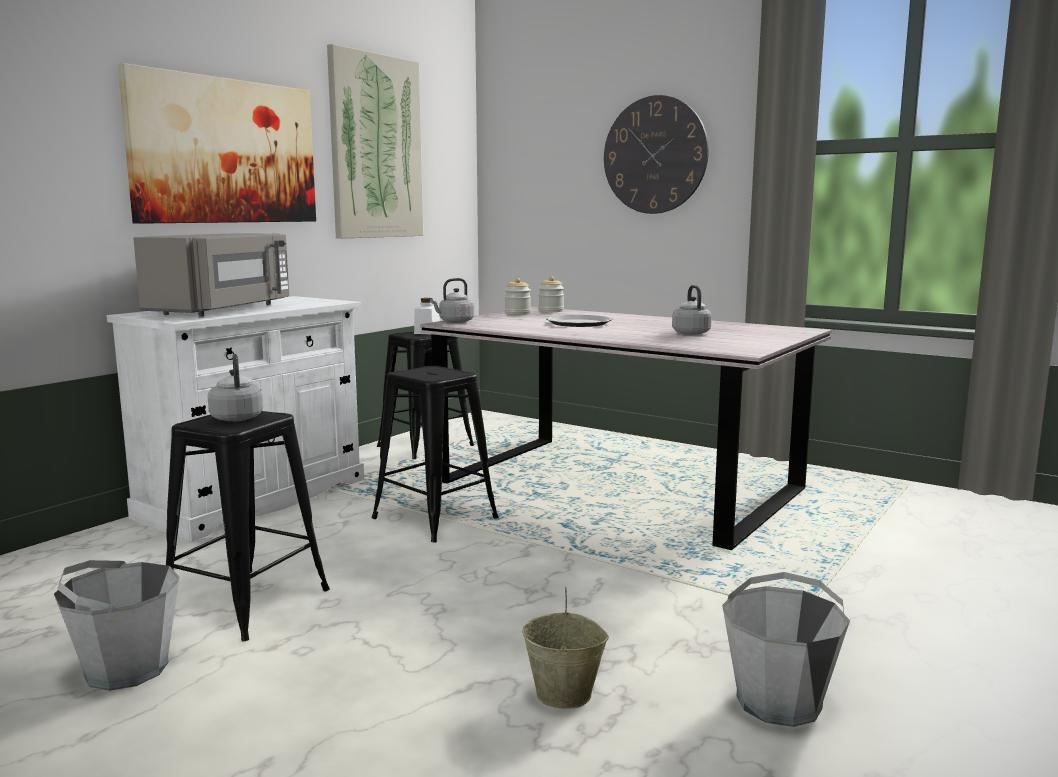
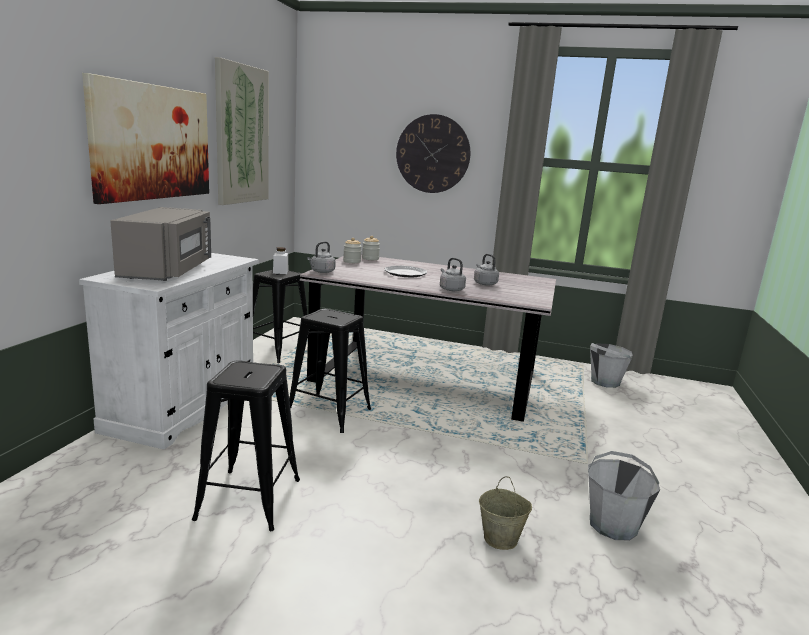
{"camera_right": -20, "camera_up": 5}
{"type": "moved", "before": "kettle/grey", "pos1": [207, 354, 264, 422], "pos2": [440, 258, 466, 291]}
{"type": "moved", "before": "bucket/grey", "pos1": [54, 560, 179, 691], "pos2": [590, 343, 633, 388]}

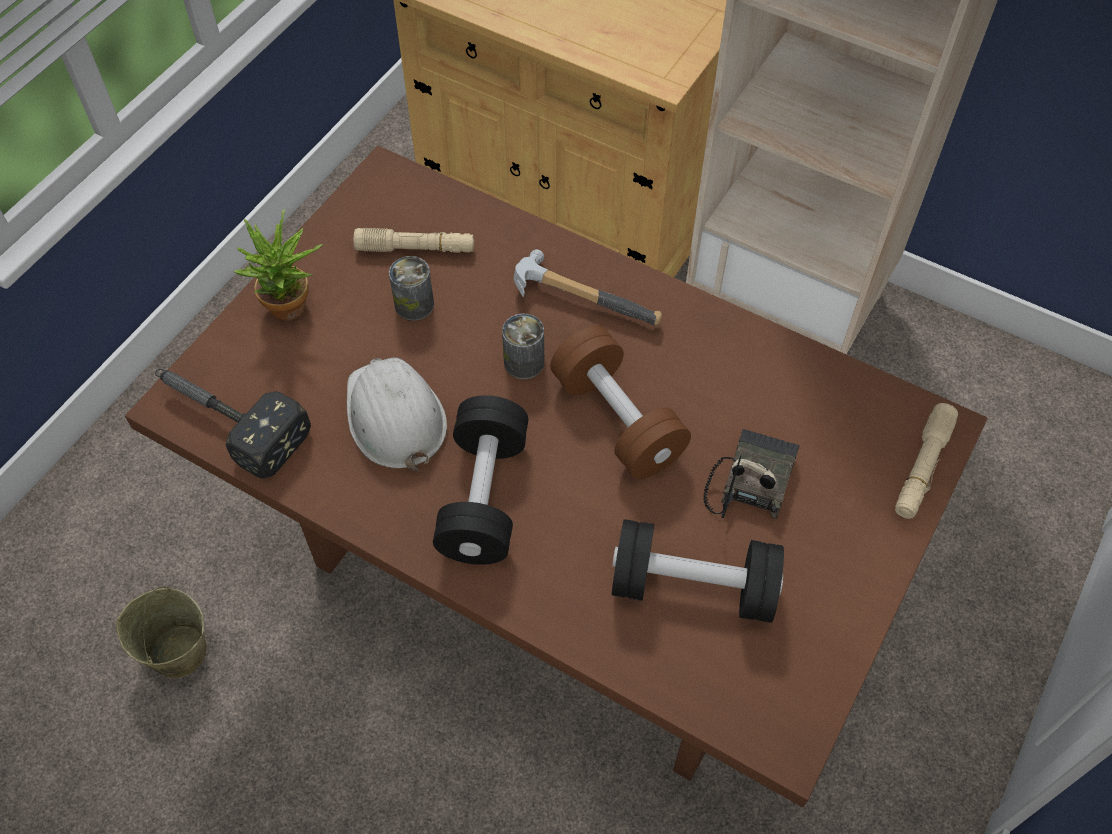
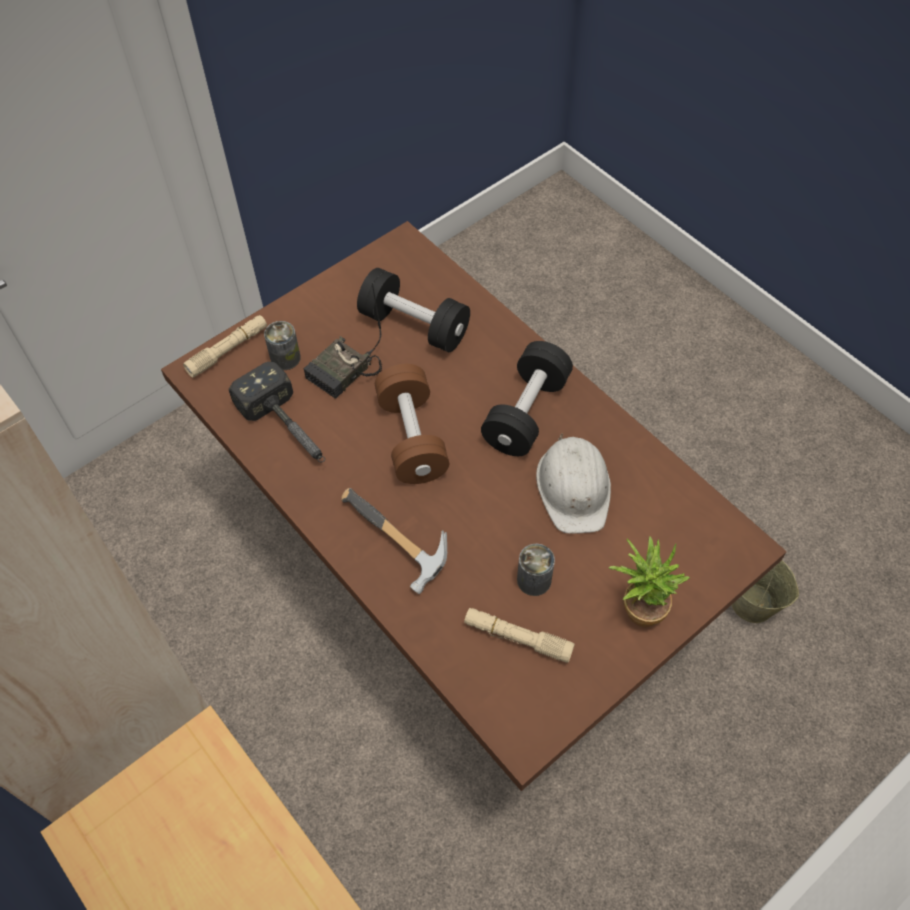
{"camera_right": -160, "camera_up": 0}
{"type": "moved", "before": "can", "pos1": [502, 314, 544, 379], "pos2": [264, 321, 301, 370]}
{"type": "moved", "before": "hammer", "pos1": [155, 369, 311, 478], "pos2": [229, 362, 325, 463]}

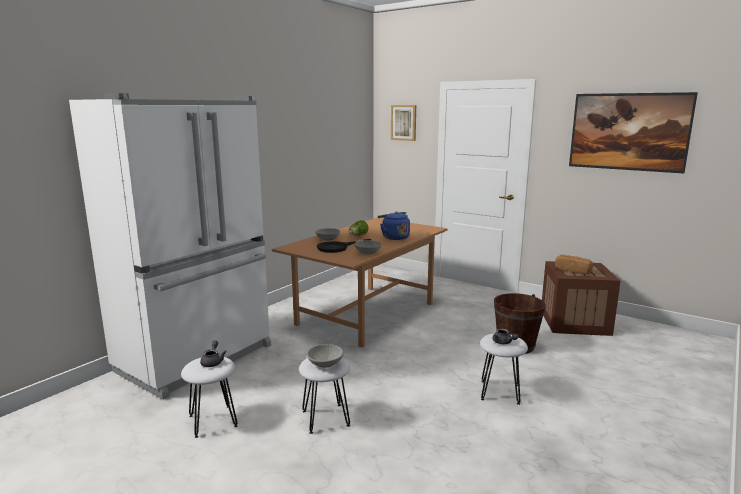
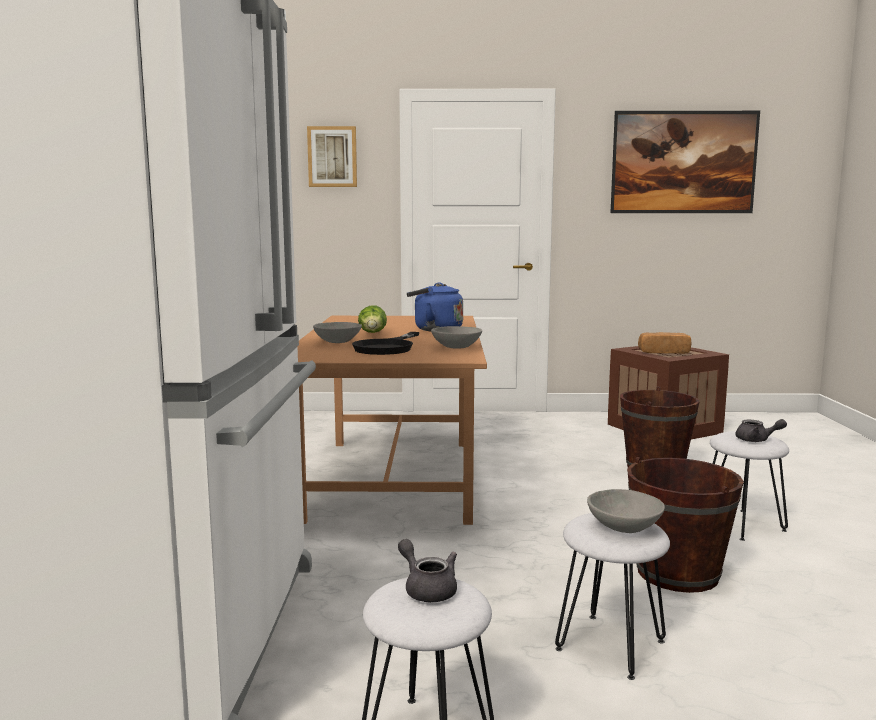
{"camera_right": -35, "camera_up": -5}
{"type": "added", "after": "bucket/brown", "pos2": [627, 457, 744, 593]}

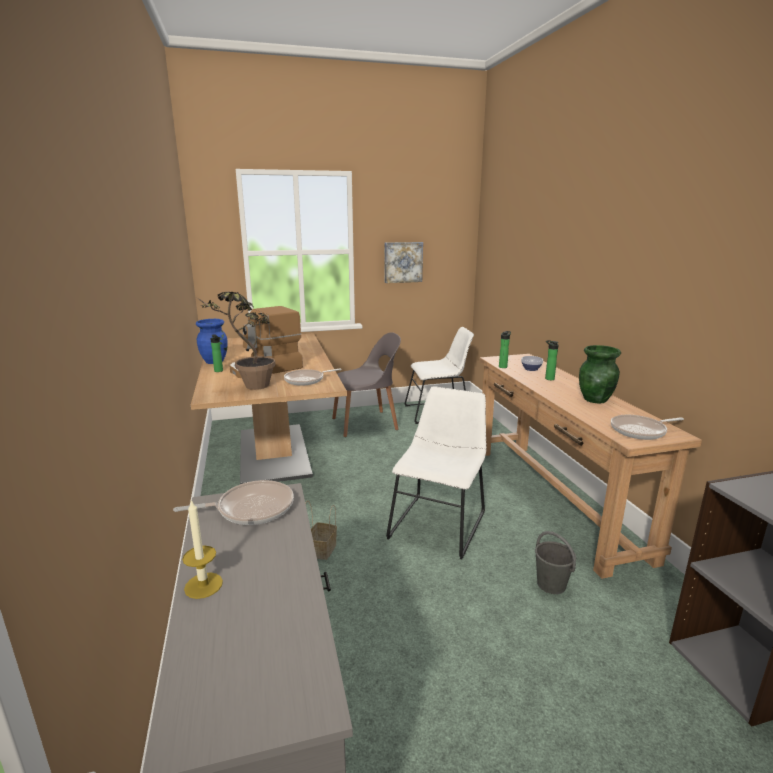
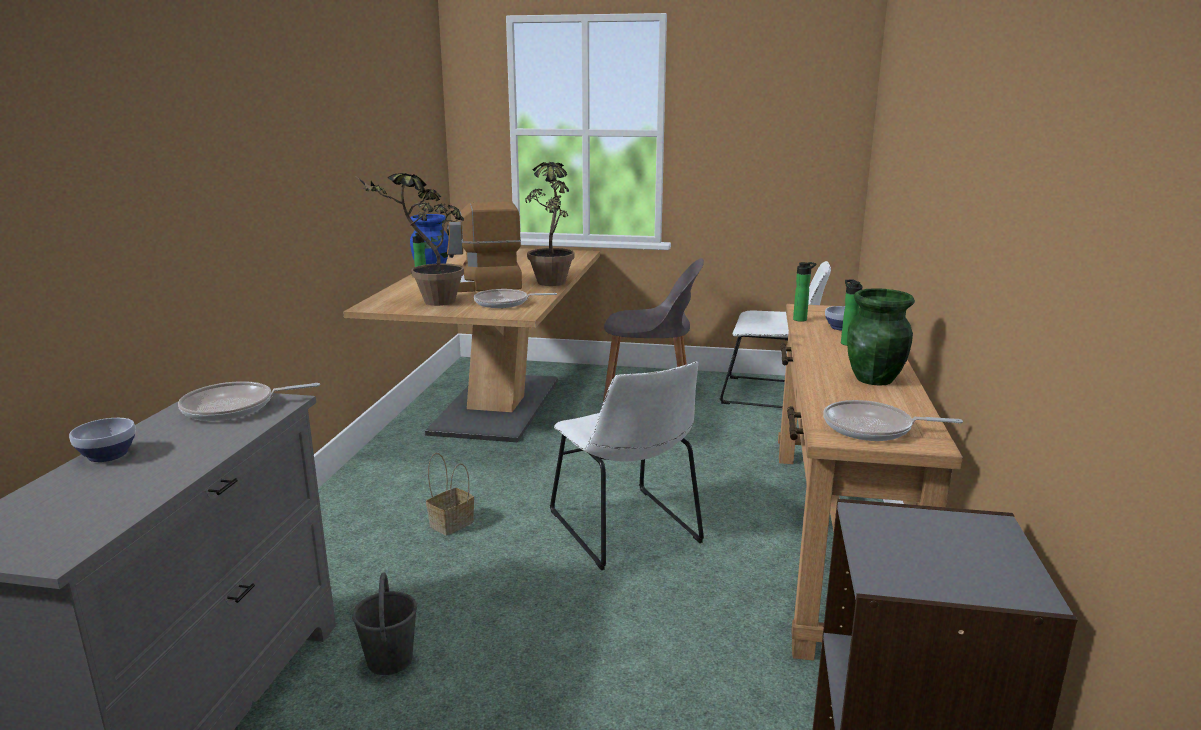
{"camera_right": 25, "camera_up": 0}
{"type": "removed", "before": "picture", "pos1": [384, 242, 423, 283]}
{"type": "turned", "before": "chair/white", "pos1": [386, 386, 487, 559], "pos2": [550, 362, 704, 570], "turn": 105}
{"type": "turned", "before": "frying pan", "pos1": [173, 480, 294, 525], "pos2": [178, 381, 320, 421], "turn": 150}
{"type": "replaced", "before": "candle", "after": "bowl", "pos1": [182, 500, 223, 599], "pos2": [69, 418, 136, 462]}
{"type": "moved", "before": "bucket/grey", "pos1": [535, 531, 576, 594], "pos2": [352, 573, 417, 675]}
{"type": "added", "after": "potted plant", "pos2": [525, 162, 575, 286]}

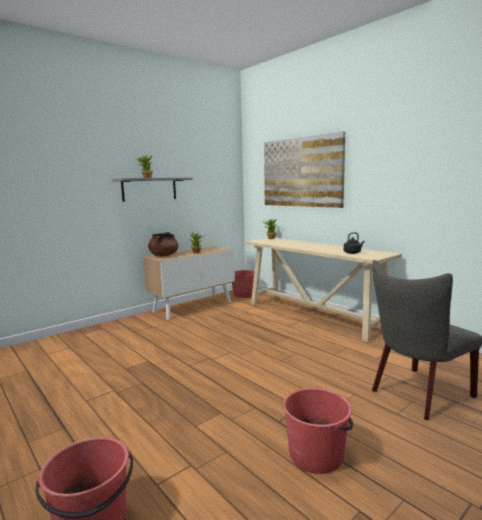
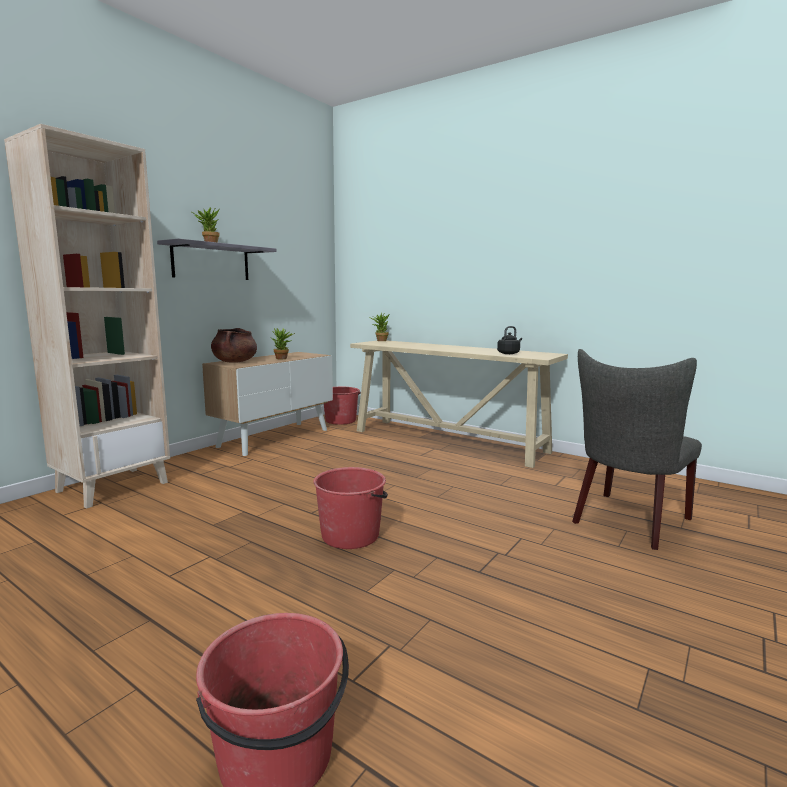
{"camera_right": -15, "camera_up": 0}
{"type": "removed", "before": "picture", "pos1": [264, 131, 345, 208]}
{"type": "moved", "before": "bucket/red", "pos1": [283, 388, 353, 474], "pos2": [313, 467, 388, 549]}
{"type": "added", "after": "bookcase/beige", "pos2": [4, 124, 170, 509]}

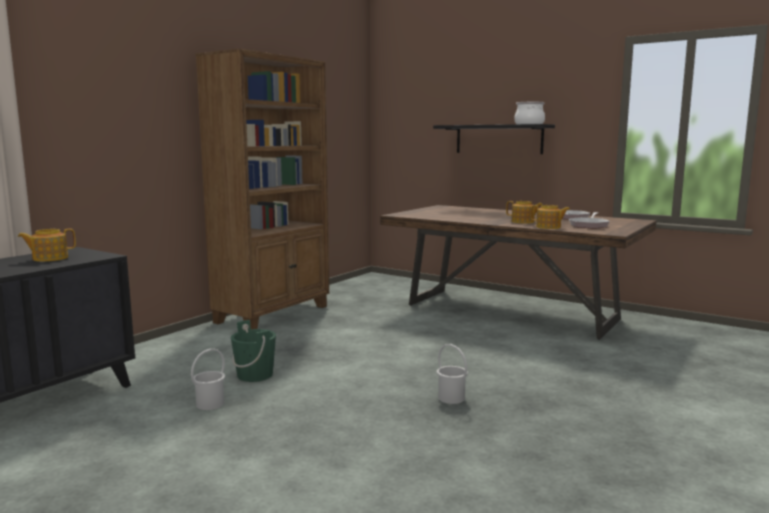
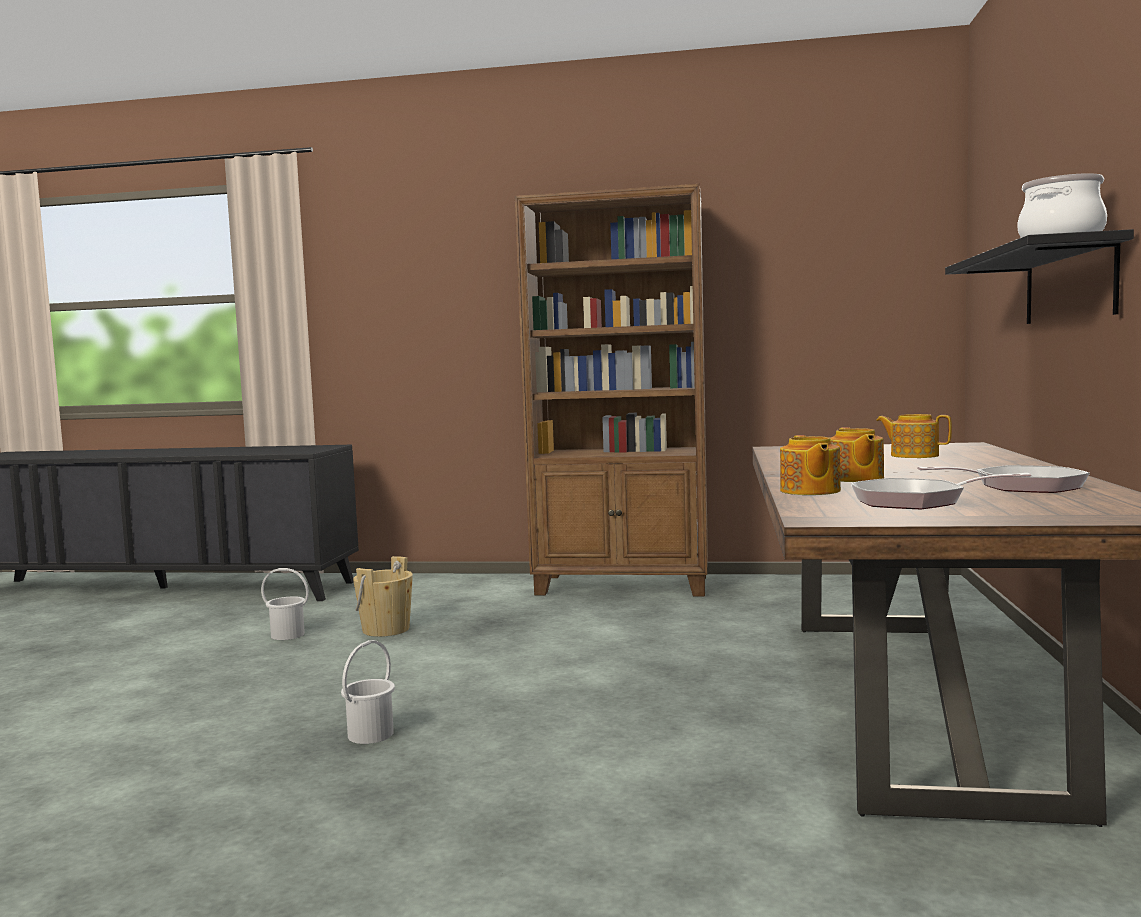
{"camera_right": 65, "camera_up": -5}
{"type": "moved", "before": "teapot", "pos1": [18, 228, 76, 262], "pos2": [876, 414, 952, 458]}
{"type": "recoloured", "before": "bucket/green", "after": "bucket/beige", "pos1": [231, 320, 276, 382], "pos2": [353, 556, 413, 637]}

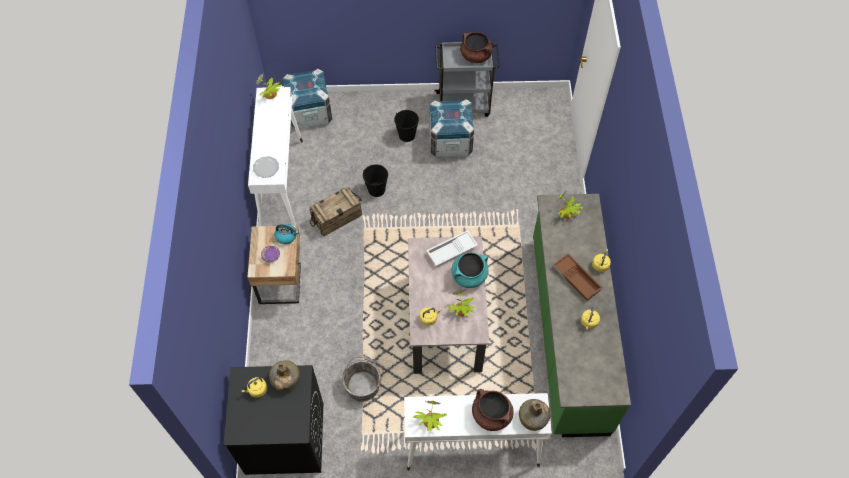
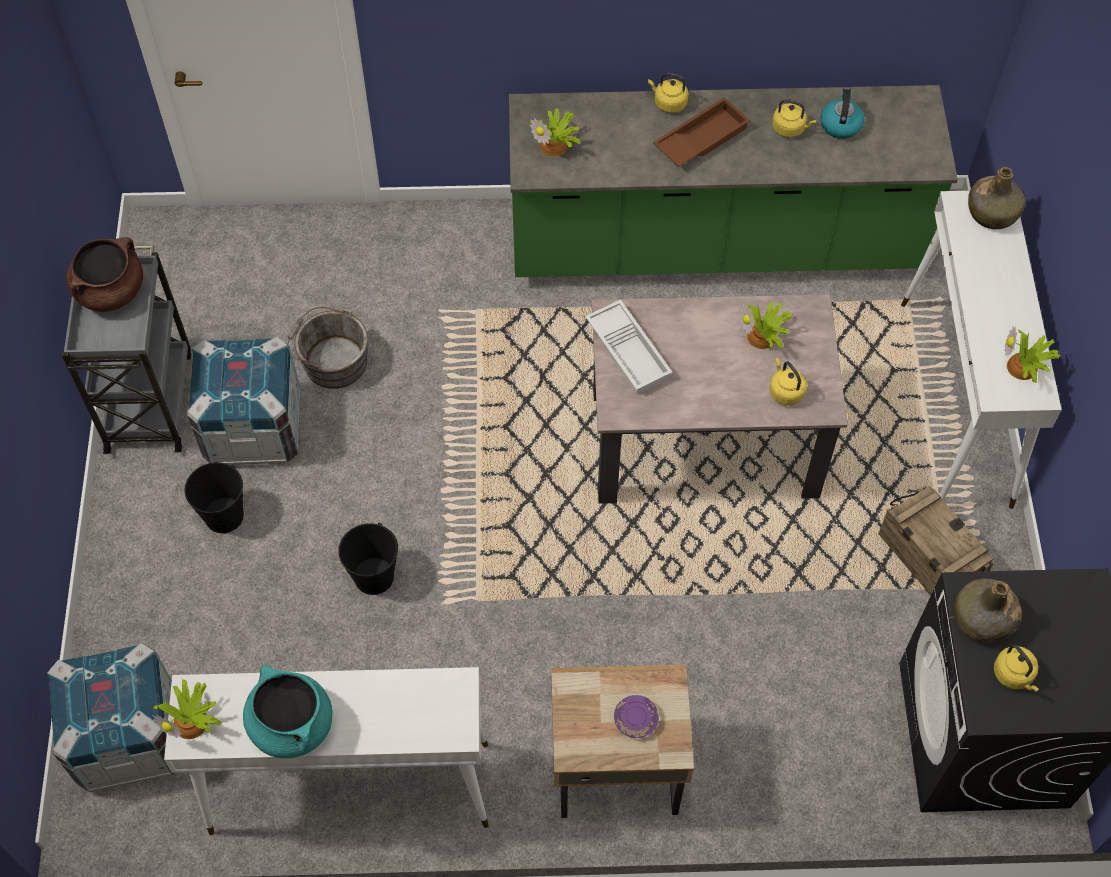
{"camera_right": -90, "camera_up": 0}
{"type": "removed", "before": "plate", "pos1": [253, 156, 279, 178]}
{"type": "moved", "before": "crate", "pos1": [310, 187, 362, 236], "pos2": [879, 486, 994, 596]}
{"type": "moved", "before": "kettle", "pos1": [275, 224, 299, 244], "pos2": [820, 87, 864, 139]}
{"type": "moved", "before": "cooking pot/turquoise", "pos1": [452, 252, 488, 288], "pos2": [243, 665, 332, 758]}
{"type": "moved", "before": "bucket/grey", "pos1": [342, 357, 384, 402], "pos2": [287, 307, 368, 389]}
{"type": "removed", "before": "cooking pot/brown", "pos1": [472, 389, 514, 431]}

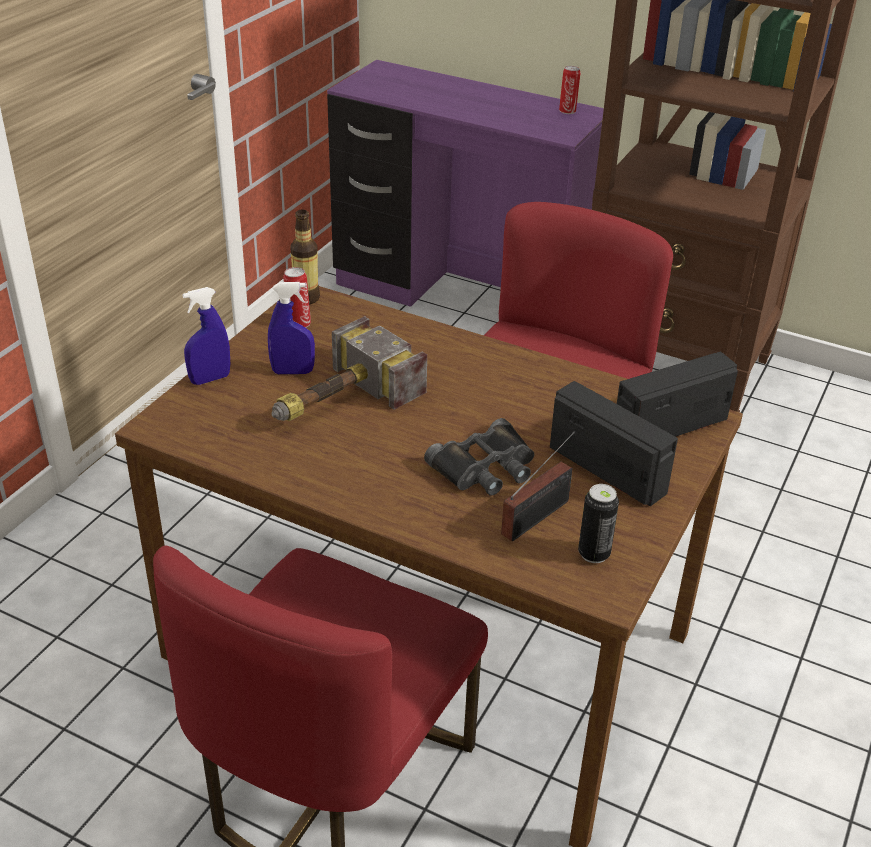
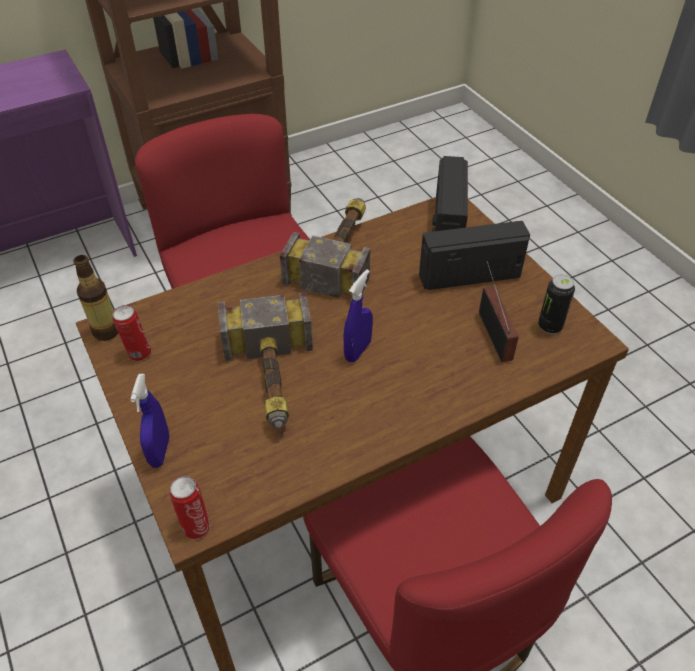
{"camera_right": -55, "camera_up": 10}
{"type": "moved", "before": "can", "pos1": [559, 66, 581, 114], "pos2": [169, 476, 210, 539]}
{"type": "moved", "before": "spray bottle/blue", "pos1": [268, 282, 315, 374], "pos2": [344, 269, 373, 362]}
{"type": "removed", "before": "binoculars/black", "pos1": [424, 418, 534, 496]}
{"type": "added", "after": "hammer", "pos2": [280, 198, 370, 298]}

